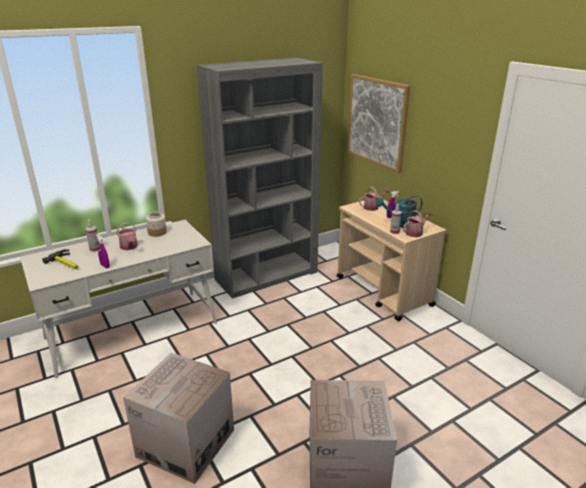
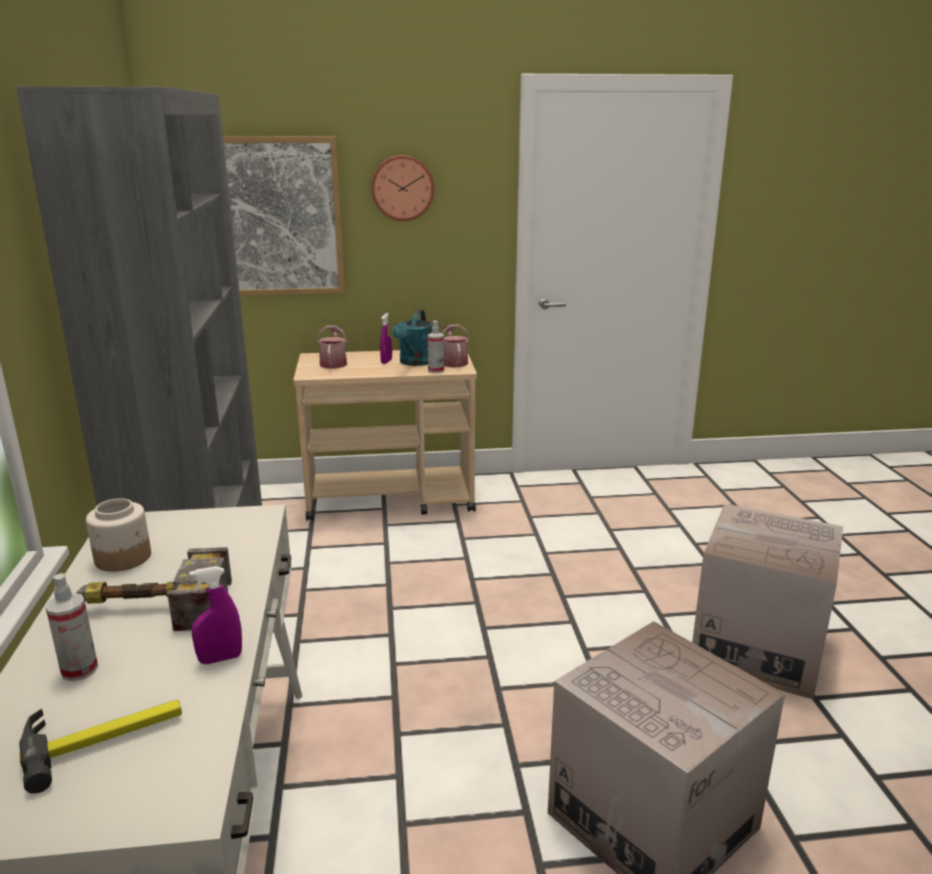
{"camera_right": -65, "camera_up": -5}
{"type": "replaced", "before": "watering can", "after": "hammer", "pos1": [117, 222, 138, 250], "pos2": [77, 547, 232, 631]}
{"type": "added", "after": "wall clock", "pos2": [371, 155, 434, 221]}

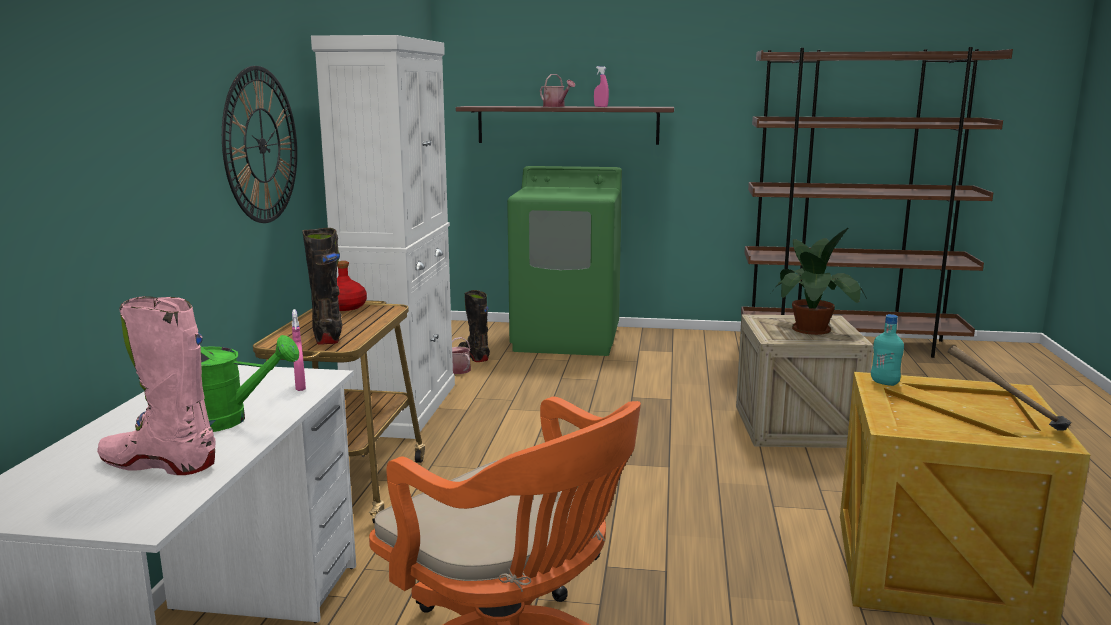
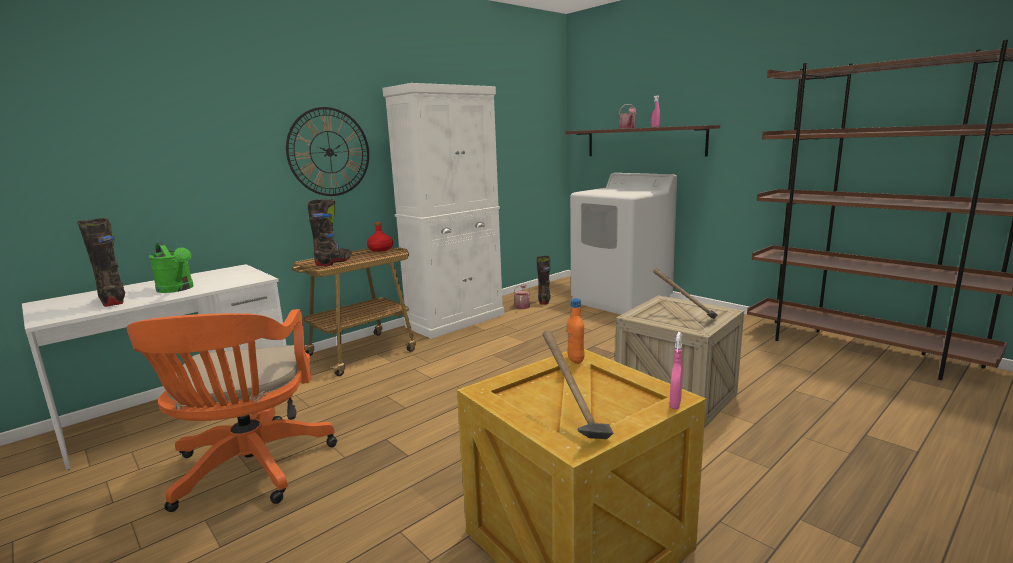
{"camera_right": 40, "camera_up": 0}
{"type": "recoloured", "before": "washing machine/green", "after": "washing machine/white", "pos1": [507, 166, 622, 356], "pos2": [570, 173, 677, 315]}
{"type": "replaced", "before": "potted plant", "after": "hammer", "pos1": [771, 228, 867, 335], "pos2": [653, 268, 718, 319]}
{"type": "recoloured", "before": "boot/pink", "after": "boot/black", "pos1": [97, 296, 216, 475], "pos2": [77, 218, 125, 307]}
{"type": "moved", "before": "spray bottle/pink", "pos1": [292, 309, 306, 391], "pos2": [669, 332, 683, 410]}
{"type": "recoloured", "before": "bottle/turquoise", "after": "bottle/orange", "pos1": [871, 314, 904, 386], "pos2": [567, 298, 585, 364]}

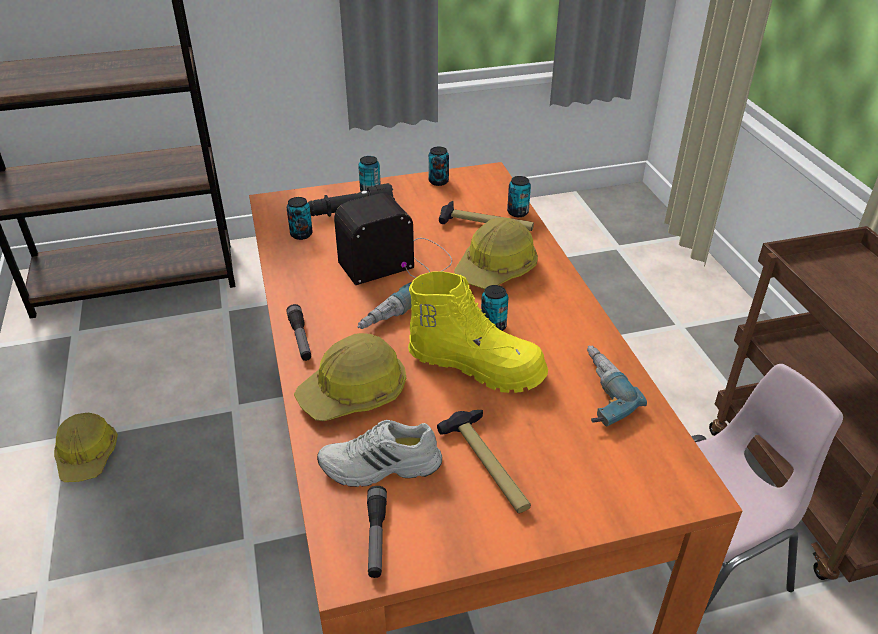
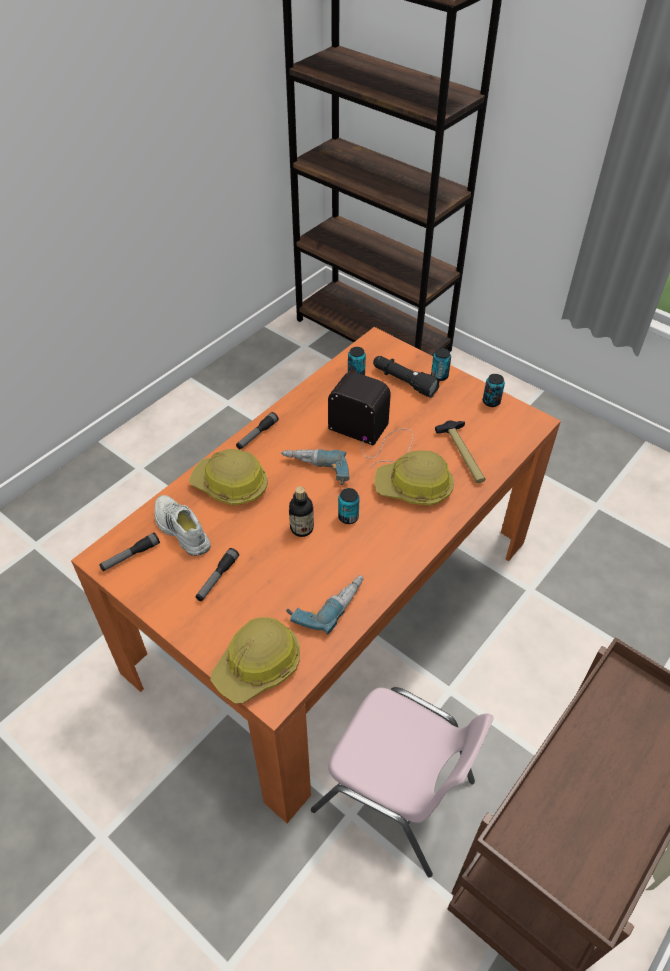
{"camera_right": 55, "camera_up": 10}
{"type": "removed", "before": "can", "pos1": [507, 176, 531, 217]}
{"type": "replaced", "before": "boot/yellow", "after": "bottle", "pos1": [408, 271, 548, 393], "pos2": [289, 486, 314, 537]}
{"type": "replaced", "before": "hammer", "after": "flashlight", "pos1": [437, 410, 531, 513], "pos2": [195, 548, 239, 601]}
{"type": "moved", "before": "hard hat", "pos1": [54, 413, 118, 482], "pos2": [211, 617, 300, 704]}

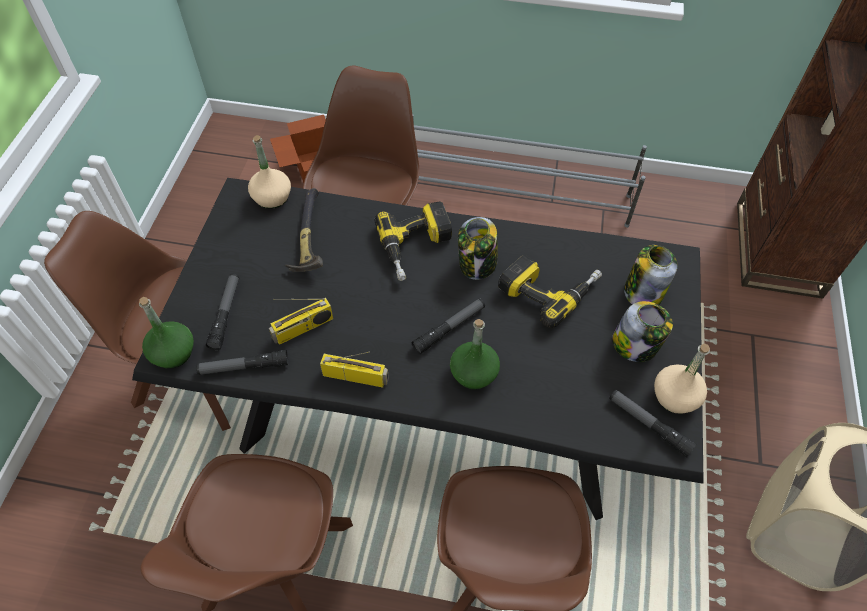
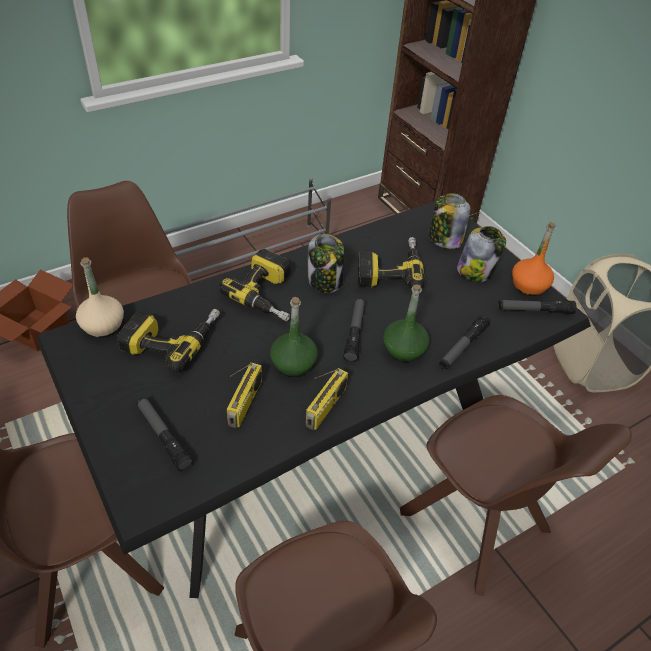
{"camera_right": -45, "camera_up": -10}
{"type": "replaced", "before": "hammer", "after": "power drill", "pos1": [285, 188, 323, 272], "pos2": [117, 309, 220, 373]}
{"type": "moved", "before": "bottle/green", "pos1": [139, 297, 194, 369], "pos2": [270, 297, 318, 377]}
{"type": "recoloured", "before": "bottle/beige", "after": "bottle/orange", "pos1": [654, 343, 710, 414], "pos2": [512, 222, 556, 296]}
{"type": "moved", "before": "flashlight", "pos1": [196, 350, 288, 375], "pos2": [439, 315, 490, 369]}
{"type": "turned", "before": "radio", "pos1": [320, 351, 389, 388], "pos2": [306, 368, 348, 430], "turn": 150}

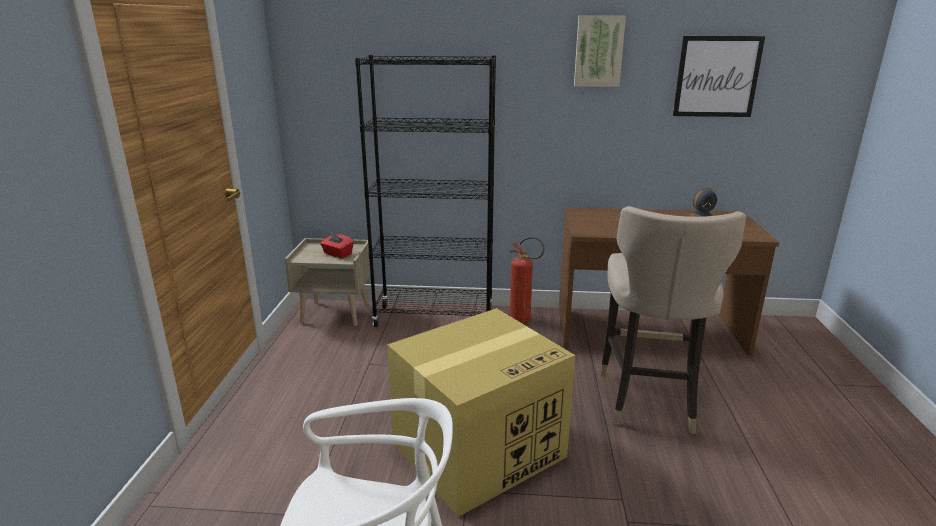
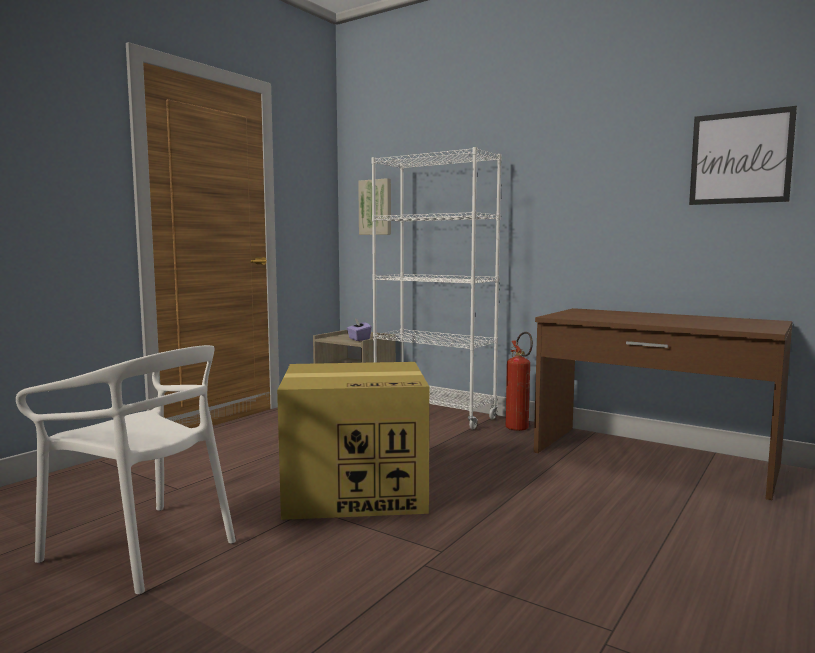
{"camera_right": 30, "camera_up": -15}
{"type": "moved", "before": "picture", "pos1": [574, 15, 626, 87], "pos2": [358, 178, 391, 235]}
{"type": "recoloured", "before": "bookcase/black", "after": "bookcase/white", "pos1": [355, 55, 496, 327], "pos2": [372, 147, 502, 429]}
{"type": "removed", "before": "alarm clock", "pos1": [689, 188, 717, 217]}
{"type": "removed", "before": "stool/beige", "pos1": [600, 206, 746, 434]}
{"type": "recoloured", "before": "tissue box/red", "after": "tissue box/purple", "pos1": [320, 232, 354, 258], "pos2": [347, 318, 372, 341]}

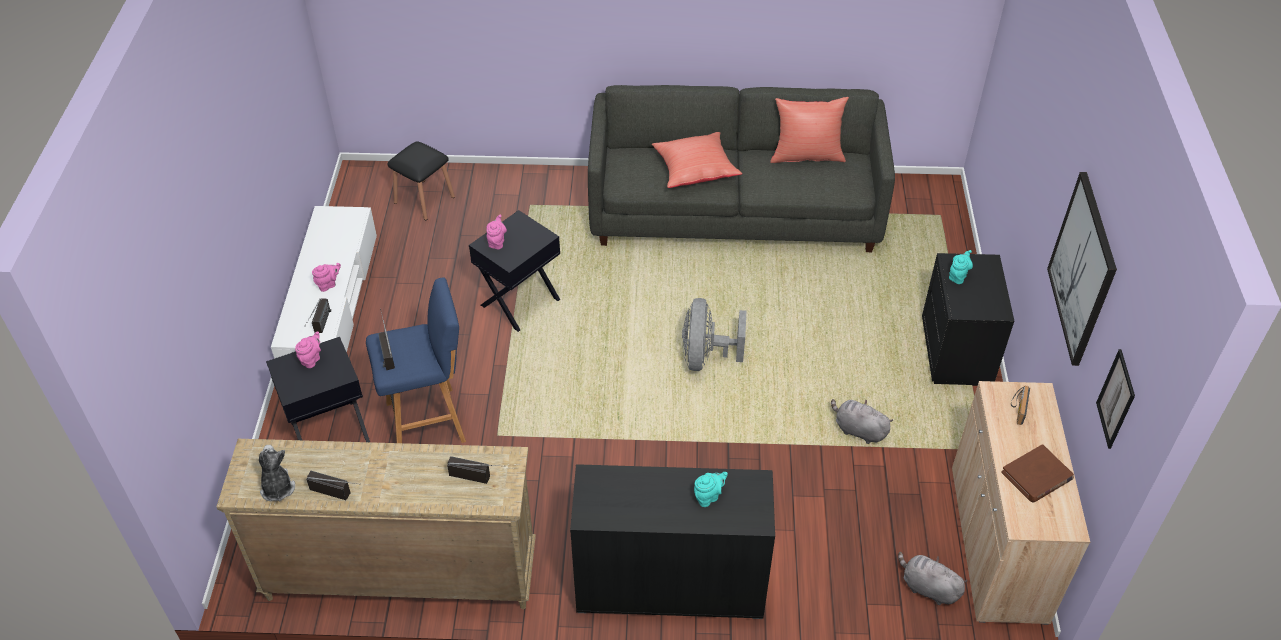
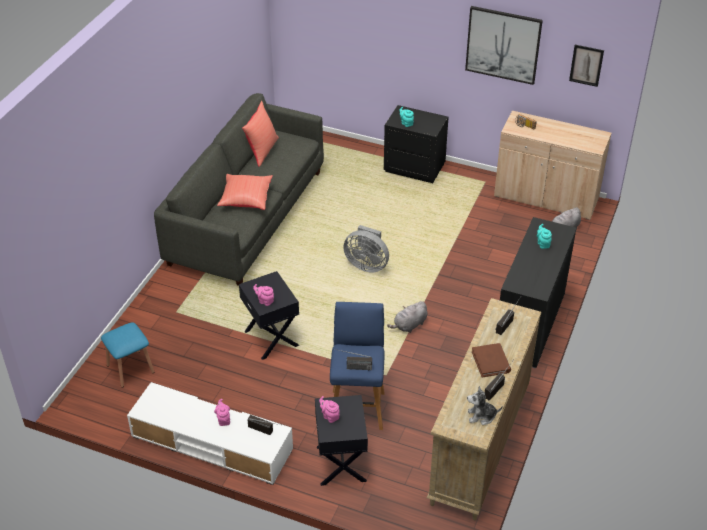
{"camera_right": -70, "camera_up": -5}
{"type": "recoloured", "before": "stool/black", "after": "stool/blue", "pos1": [387, 142, 455, 220], "pos2": [101, 322, 154, 387]}
{"type": "moved", "before": "plush toy/grey", "pos1": [831, 399, 893, 444], "pos2": [387, 301, 427, 333]}
{"type": "moved", "before": "book/brown", "pos1": [1001, 444, 1074, 502], "pos2": [472, 343, 511, 377]}

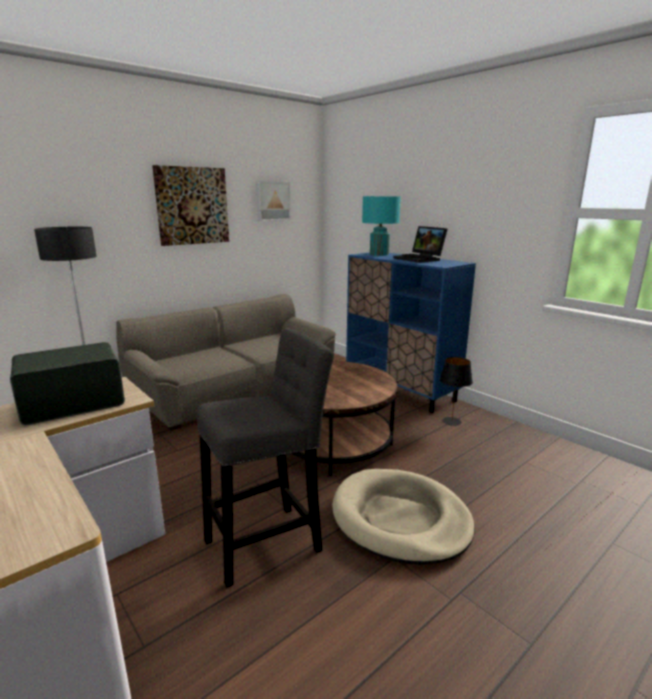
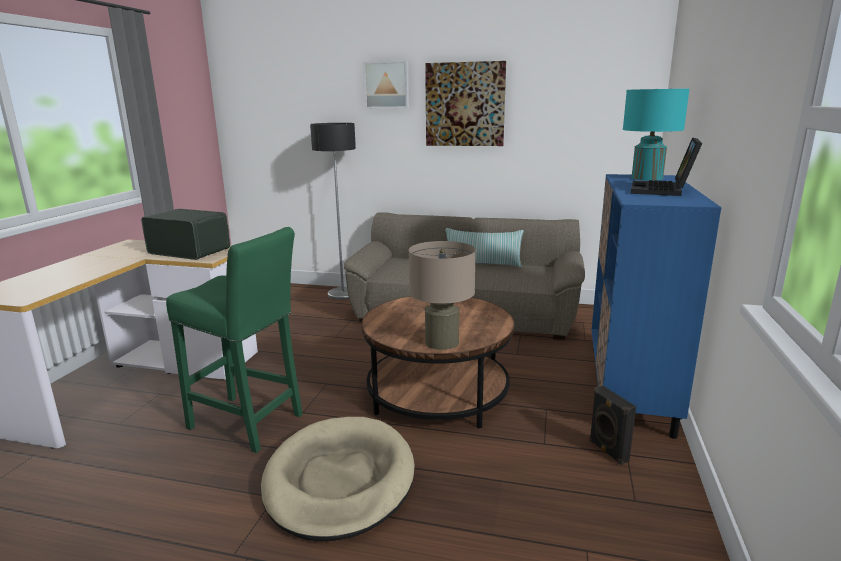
{"camera_right": 55, "camera_up": 0}
{"type": "moved", "before": "picture", "pos1": [256, 181, 291, 221], "pos2": [363, 61, 409, 109]}
{"type": "recoloured", "before": "stool/grey", "after": "stool/green", "pos1": [197, 328, 334, 587], "pos2": [166, 227, 303, 453]}
{"type": "replaced", "before": "table lamp/black", "after": "speaker/black", "pos1": [440, 357, 473, 426], "pos2": [589, 386, 636, 466]}
{"type": "added", "after": "pillow", "pos2": [446, 228, 524, 267]}
{"type": "added", "after": "table lamp/beige", "pos2": [408, 241, 476, 350]}

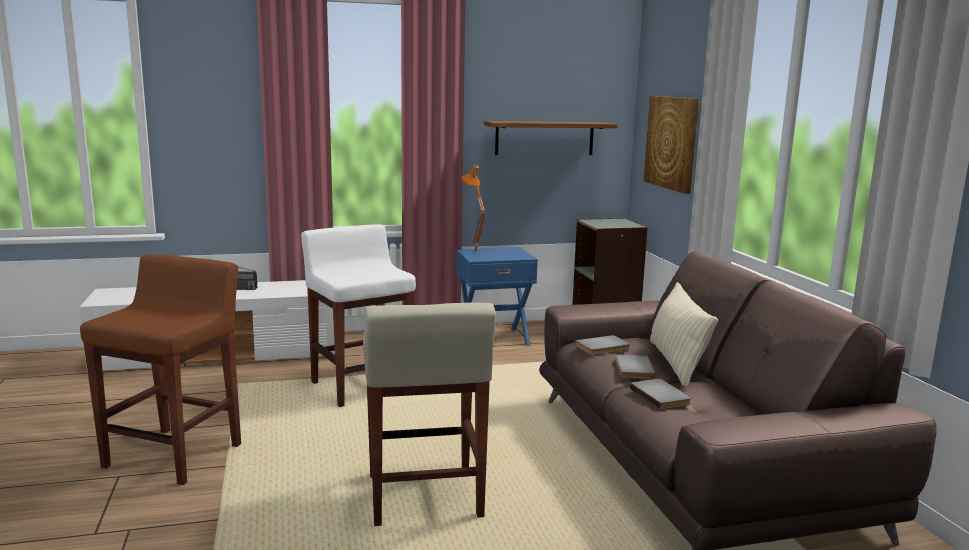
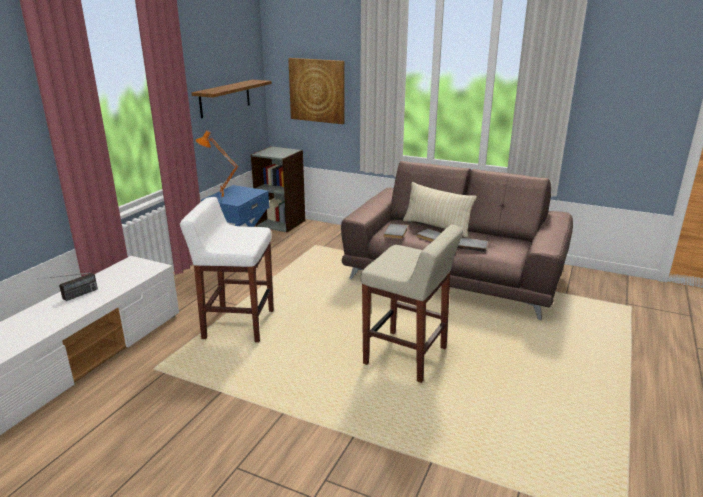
{"camera_right": -50, "camera_up": 10}
{"type": "removed", "before": "stool/brown", "pos1": [80, 254, 241, 485]}

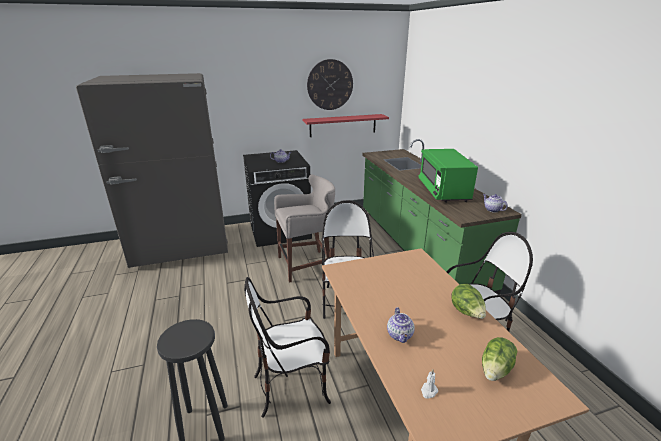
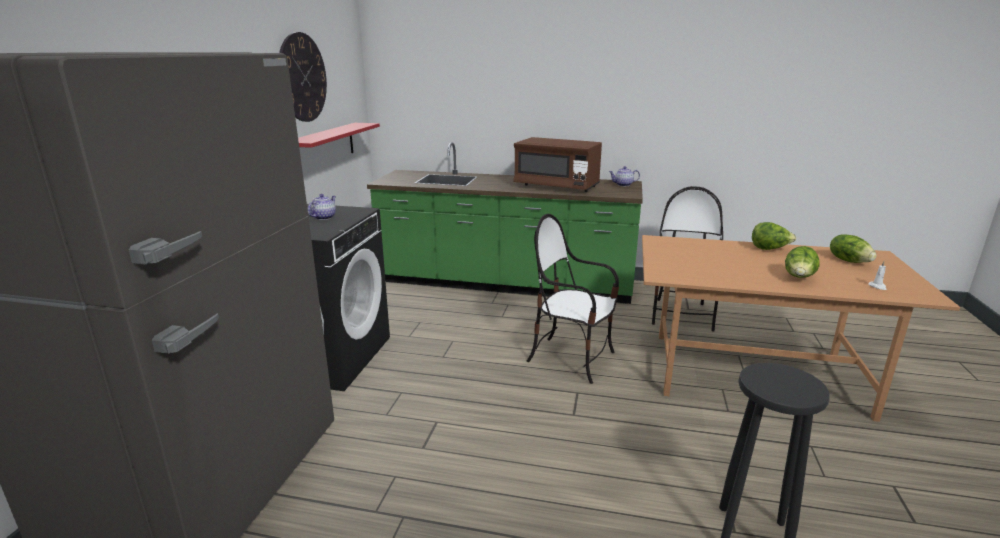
{"camera_right": -60, "camera_up": -5}
{"type": "recoloured", "before": "microwave/green", "after": "microwave/brown", "pos1": [418, 149, 478, 203], "pos2": [514, 137, 602, 192]}
{"type": "removed", "before": "stool/grey", "pos1": [274, 174, 335, 283]}
{"type": "removed", "before": "chair", "pos1": [244, 277, 331, 418]}
{"type": "replaced", "before": "teapot", "after": "lettuce", "pos1": [387, 307, 415, 343], "pos2": [785, 246, 820, 278]}

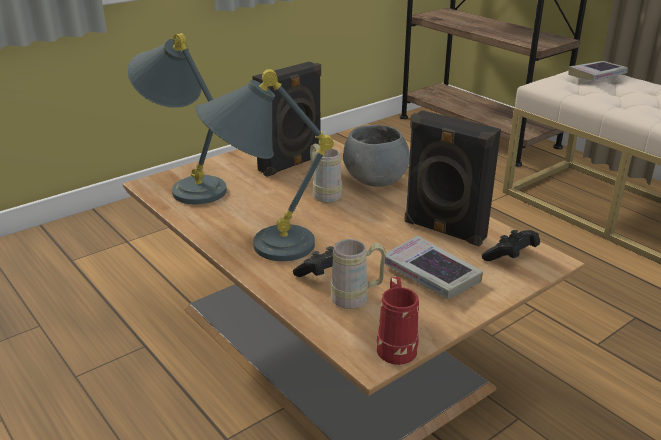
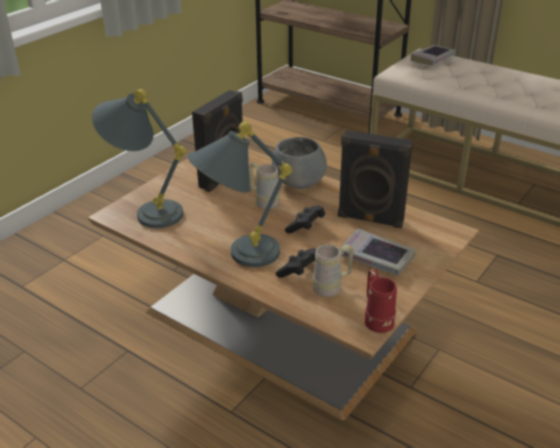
{"camera_right": -15, "camera_up": 5}
{"type": "moved", "before": "game controller/black", "pos1": [482, 230, 540, 261], "pos2": [285, 205, 325, 234]}

